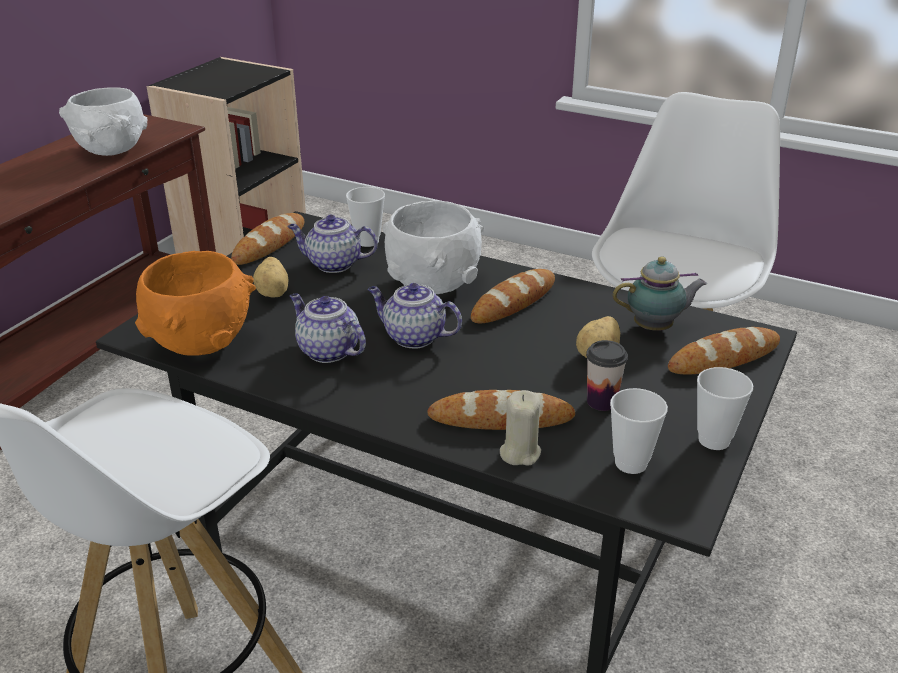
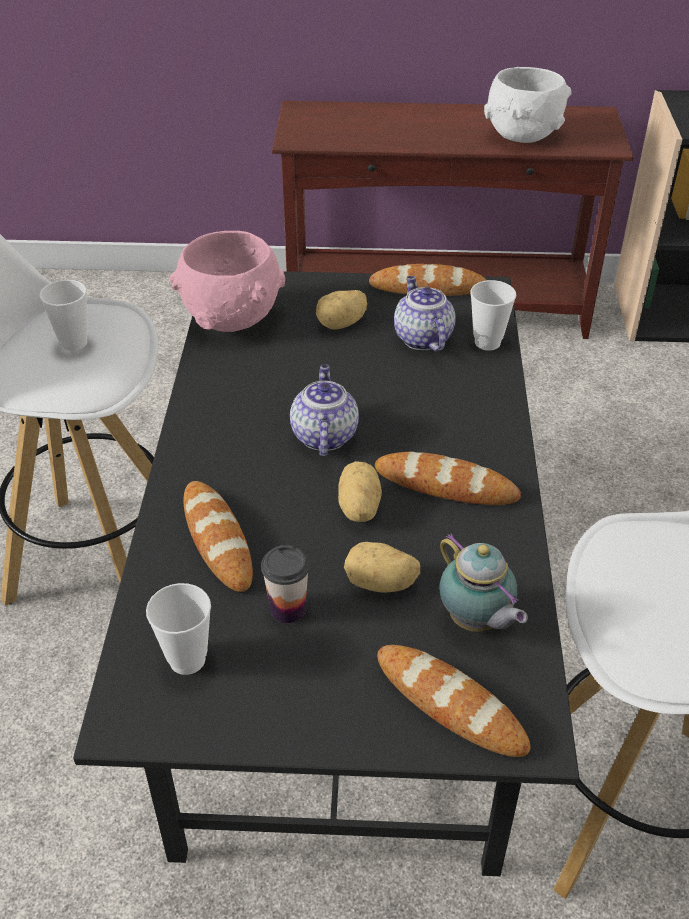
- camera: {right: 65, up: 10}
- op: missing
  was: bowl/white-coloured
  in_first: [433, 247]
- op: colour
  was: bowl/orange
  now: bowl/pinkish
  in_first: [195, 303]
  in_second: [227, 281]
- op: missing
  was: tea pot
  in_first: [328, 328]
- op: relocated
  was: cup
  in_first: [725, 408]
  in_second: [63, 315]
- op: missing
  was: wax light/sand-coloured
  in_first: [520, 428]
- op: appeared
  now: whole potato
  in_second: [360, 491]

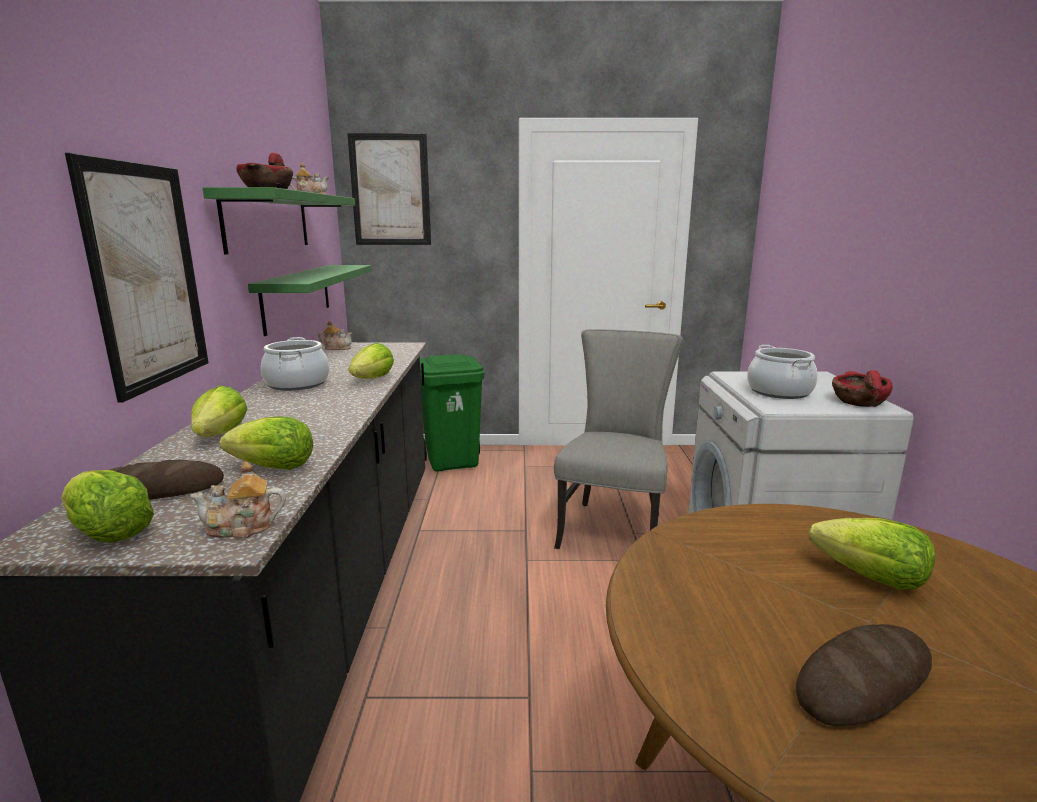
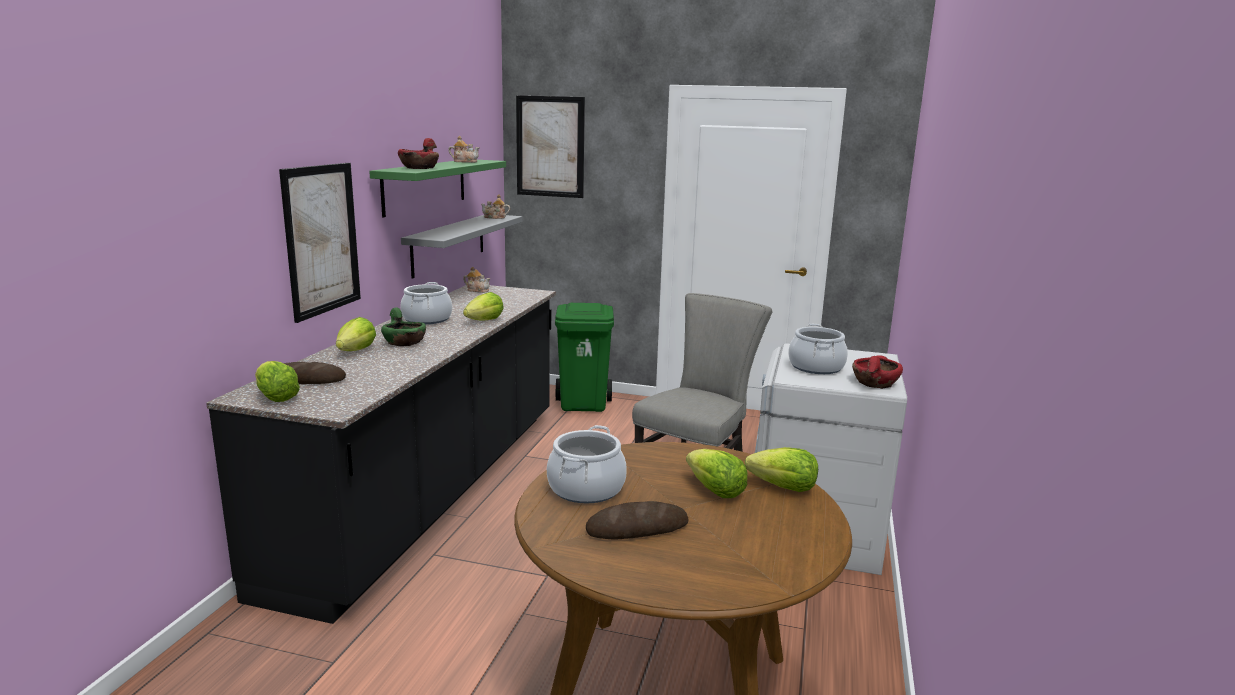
- camera: {right: 15, up: 0}
- op: colour
  was: wall shelf/greenish
  now: wall shelf/greyish
  in_first: [310, 300]
  in_second: [462, 246]
- op: relocated
  was: head of lettuce
  in_first: [266, 443]
  in_second: [781, 469]
- op: relocated
  was: tea pot
  in_first: [238, 500]
  in_second: [495, 206]
- op: appeared
  now: bowl/greenish
  in_second: [403, 327]
- op: appeared
  now: cooking pot
  in_second: [587, 464]

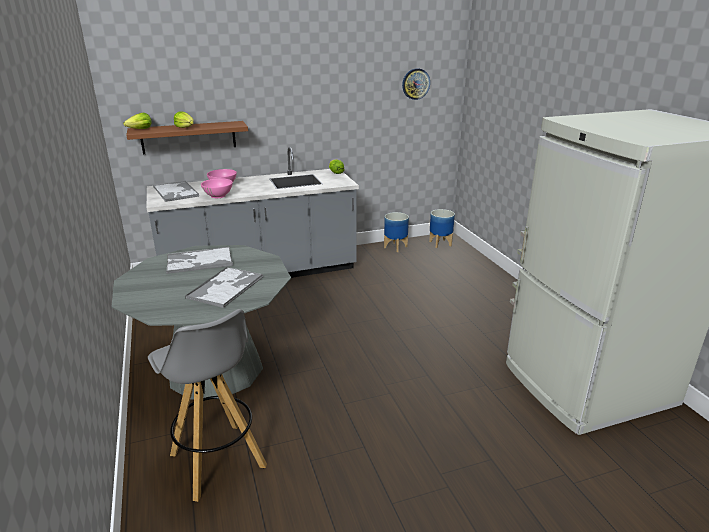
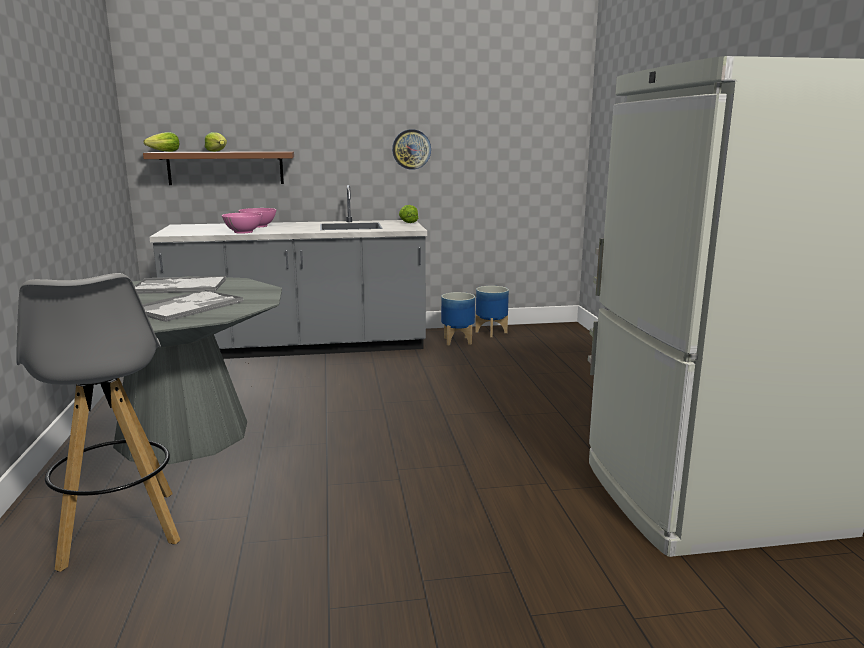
- camera: {right: 10, up: -10}
- op: relocated
  was: hanging clock
  in_first: [416, 84]
  in_second: [411, 149]
- op: missing
  was: carrying tray
  in_first: [176, 191]
- op: relocated
  was: flower pot
  in_first: [442, 228]
  in_second: [458, 318]

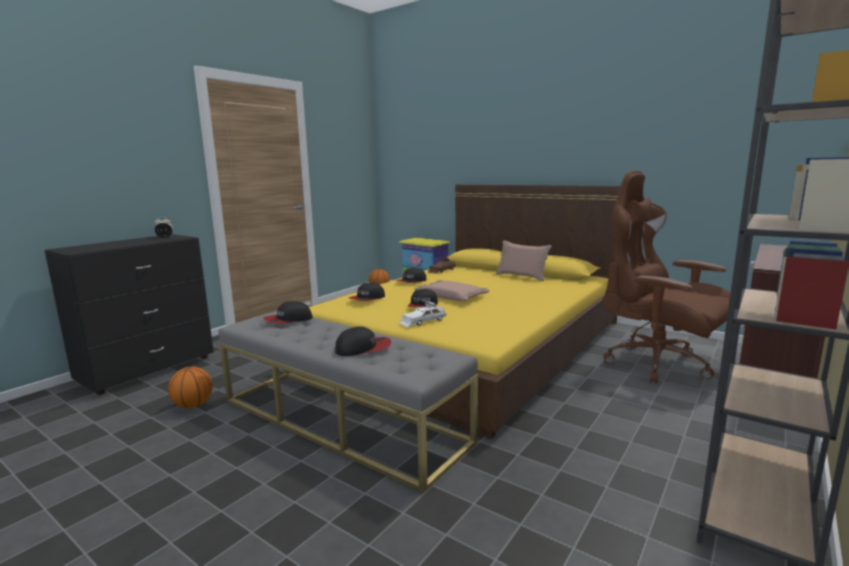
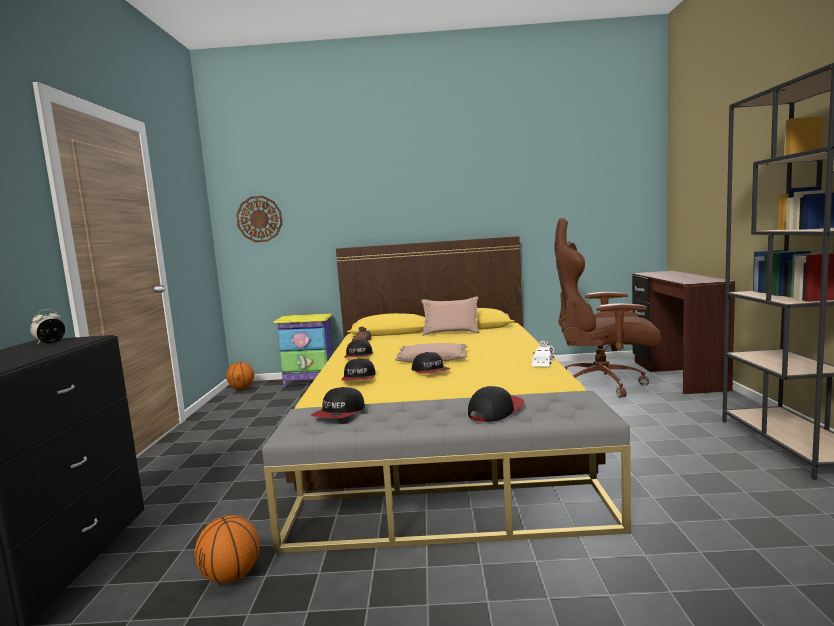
- camera: {right: -35, up: -5}
- op: relocated
  was: miniature car/white-coloured
  in_first: [423, 314]
  in_second: [544, 354]
- op: appeared
  now: hanging clock
  in_second: [259, 219]

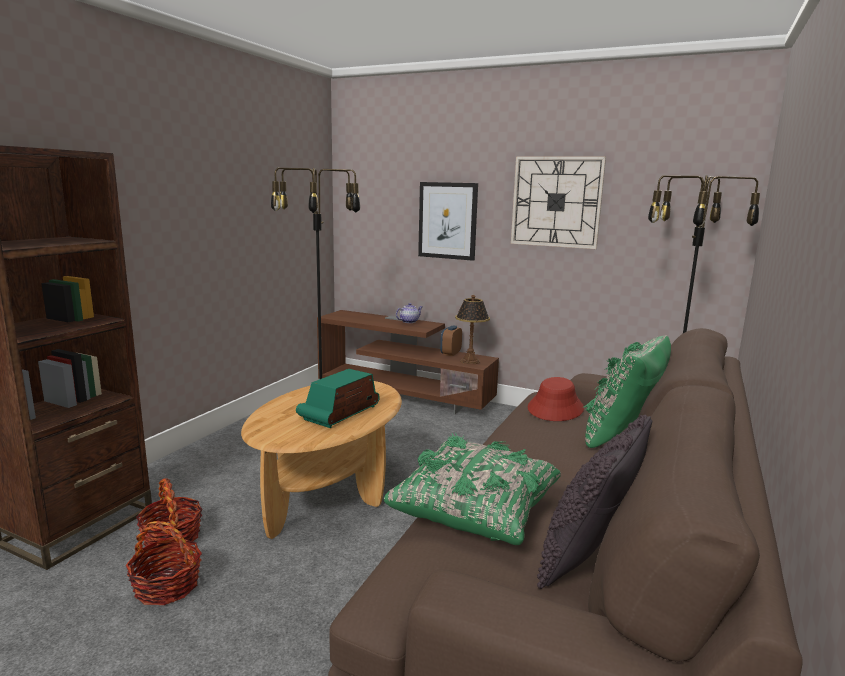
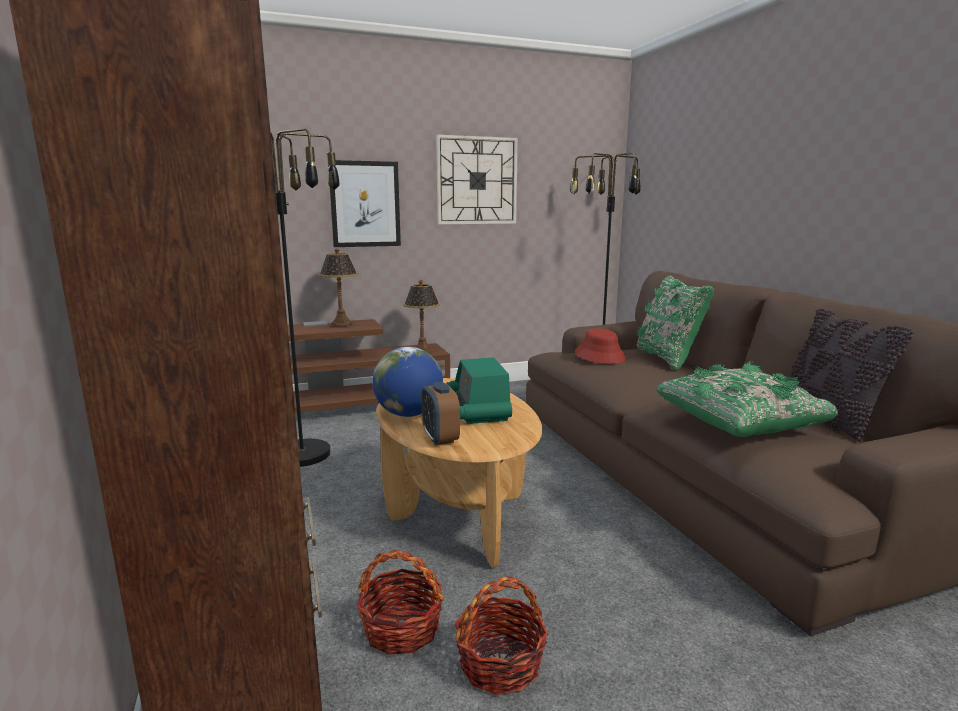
- camera: {right: -45, up: 0}
- op: exchanged
  was: tea pot
  now: tabletop lamp
  in_first: [409, 313]
  in_second: [338, 287]
- op: relocated
  was: bedside clock
  in_first: [451, 340]
  in_second: [441, 413]
- op: appeared
  now: world globe
  in_second: [407, 382]

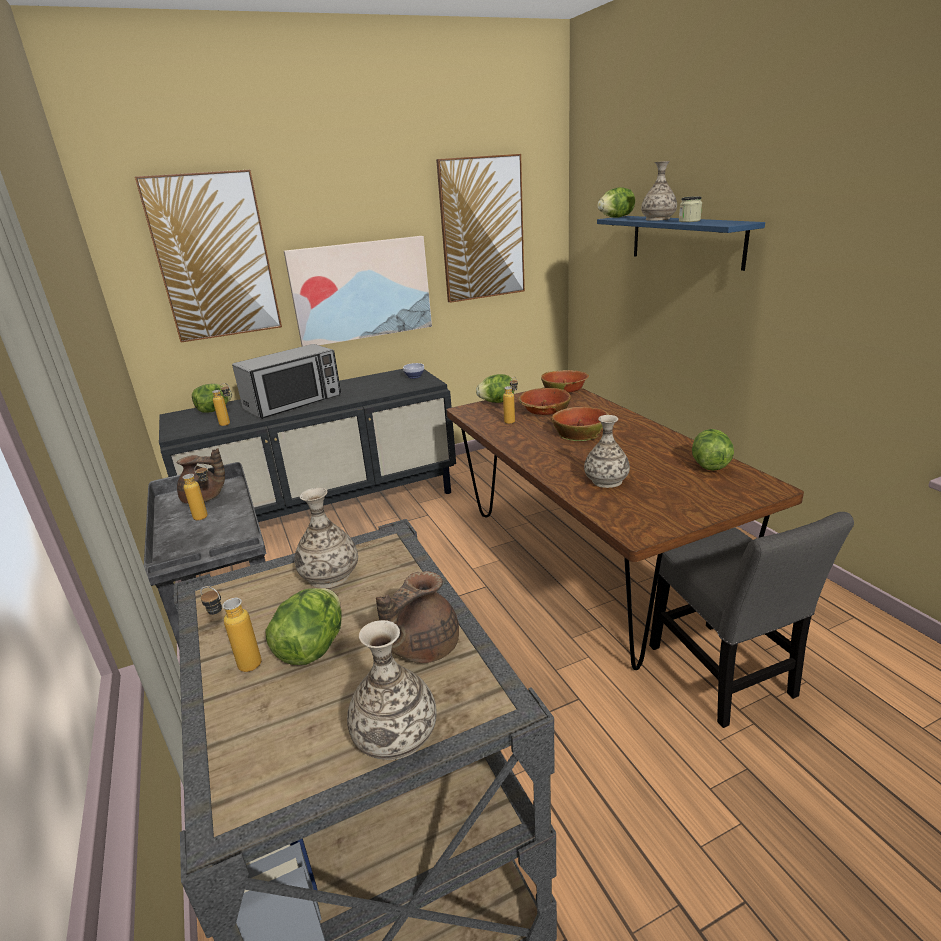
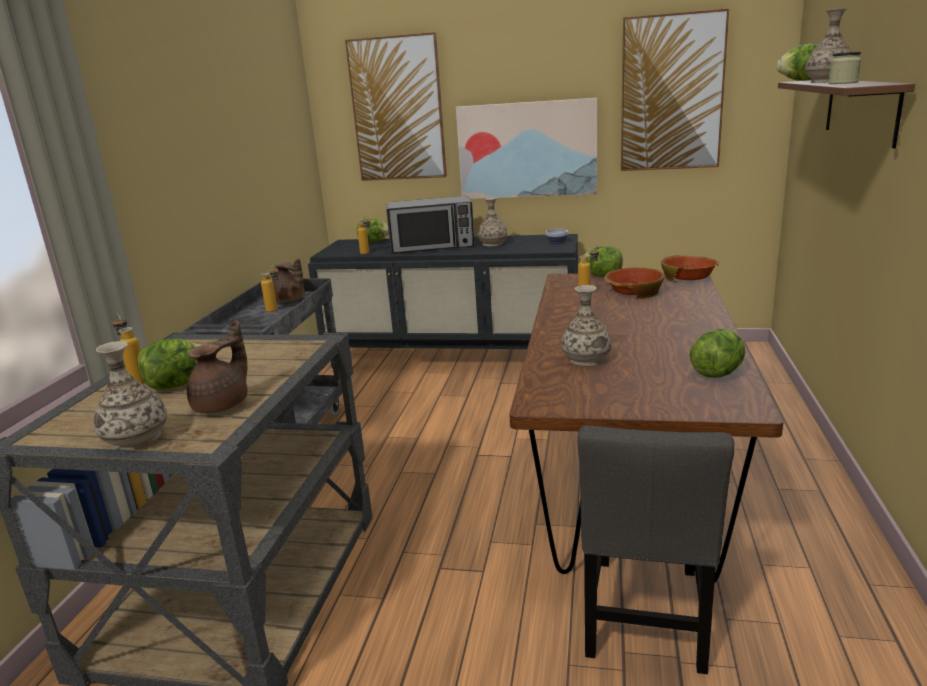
- camera: {right: 35, up: -5}
- op: colour
  was: wall shelf/blue
  now: wall shelf/brown
  in_first: [681, 243]
  in_second: [846, 114]
- op: missing
  was: bowl
  in_first: [580, 424]
- op: relocated
  was: vase
  in_first: [326, 538]
  in_second: [492, 222]
- op: spun
  was: tea pot/brown
  in_first: [417, 617]
  in_second: [217, 366]
  clockwise: 135

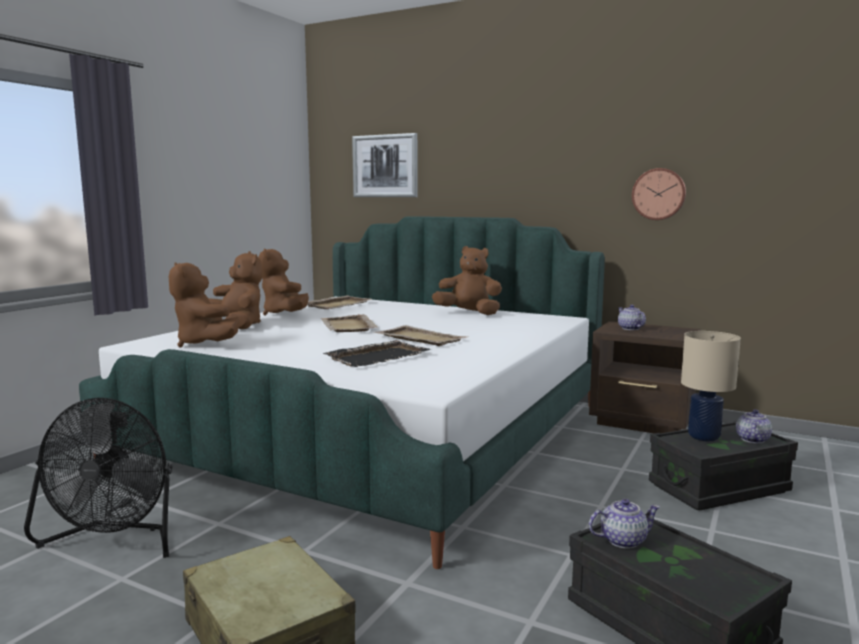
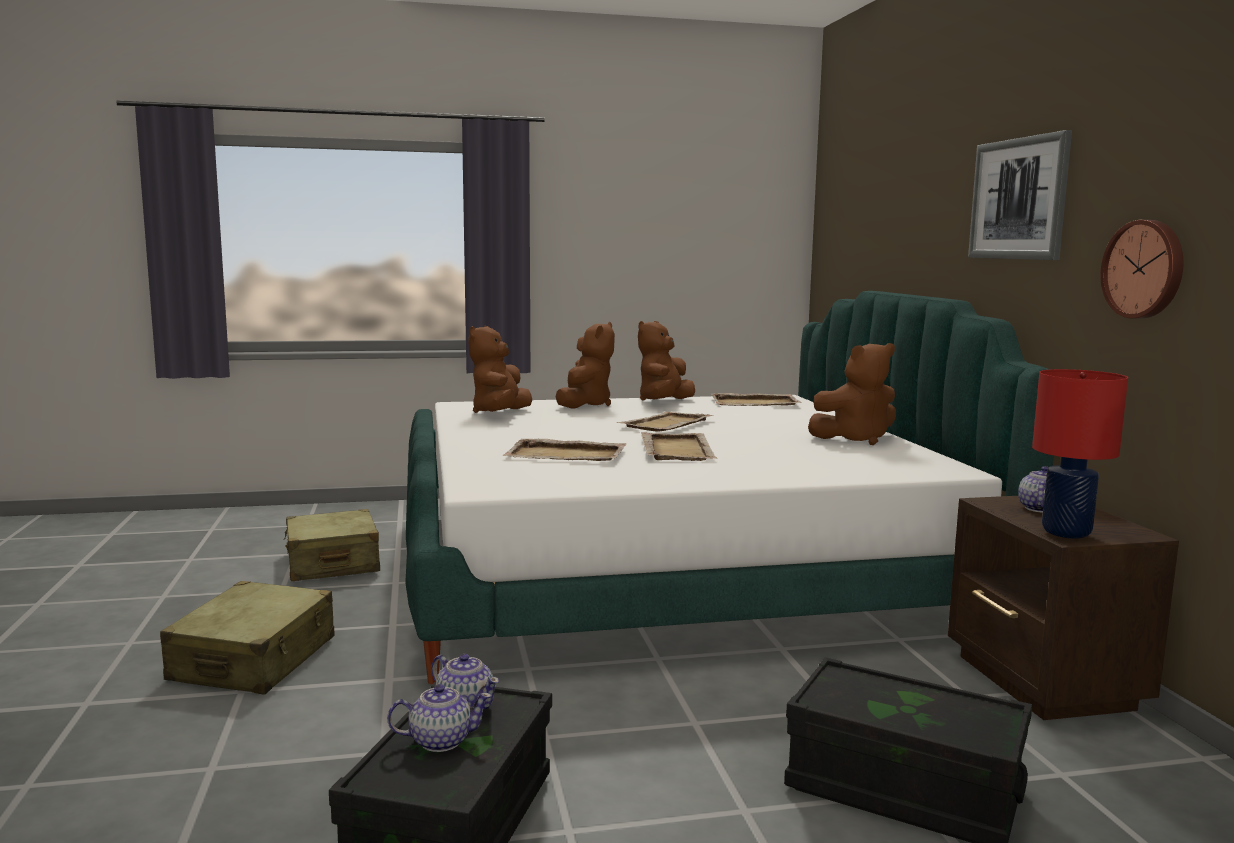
- camera: {right: 50, up: 0}
- op: relocated
  was: picture
  in_first: [385, 165]
  in_second: [1020, 195]
- op: spun
  was: plush toy/brown
  in_first: [467, 280]
  in_second: [852, 394]
  clockwise: 90
- op: missing
  was: tabletop lamp/sand-coloured
  in_first: [711, 386]
- op: colour
  was: carrying tray/black-coloured
  now: carrying tray/sand-coloured
  in_first: [377, 353]
  in_second: [564, 450]
- op: exchanged
  was: electric fan/black-coloured
  now: suitcase/sand-coloured
  in_first: [98, 478]
  in_second: [332, 545]
- op: relocated
  was: tea pot
  in_first: [754, 426]
  in_second: [439, 718]
- op: appeared
  now: tabletop lamp/reddish
  in_second: [1080, 454]

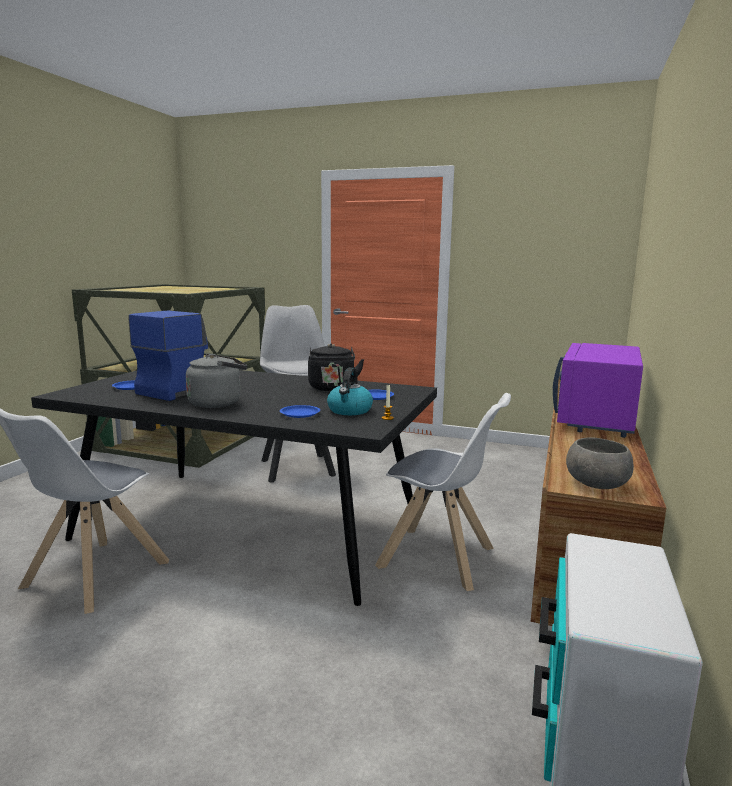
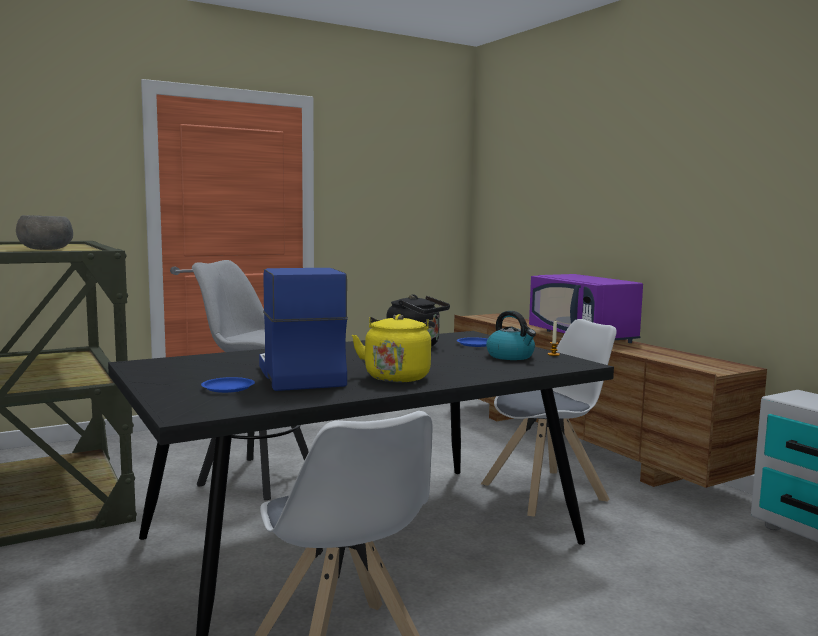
- camera: {right: -50, up: -5}
- op: colour
  was: tea kettle/greyish
  now: tea kettle/yellowish
  in_first: [216, 381]
  in_second: [393, 348]
- op: missing
  was: flat dish/blue
  in_first: [300, 411]
- op: relocated
  was: bowl/greyish
  in_first: [600, 463]
  in_second: [44, 232]

